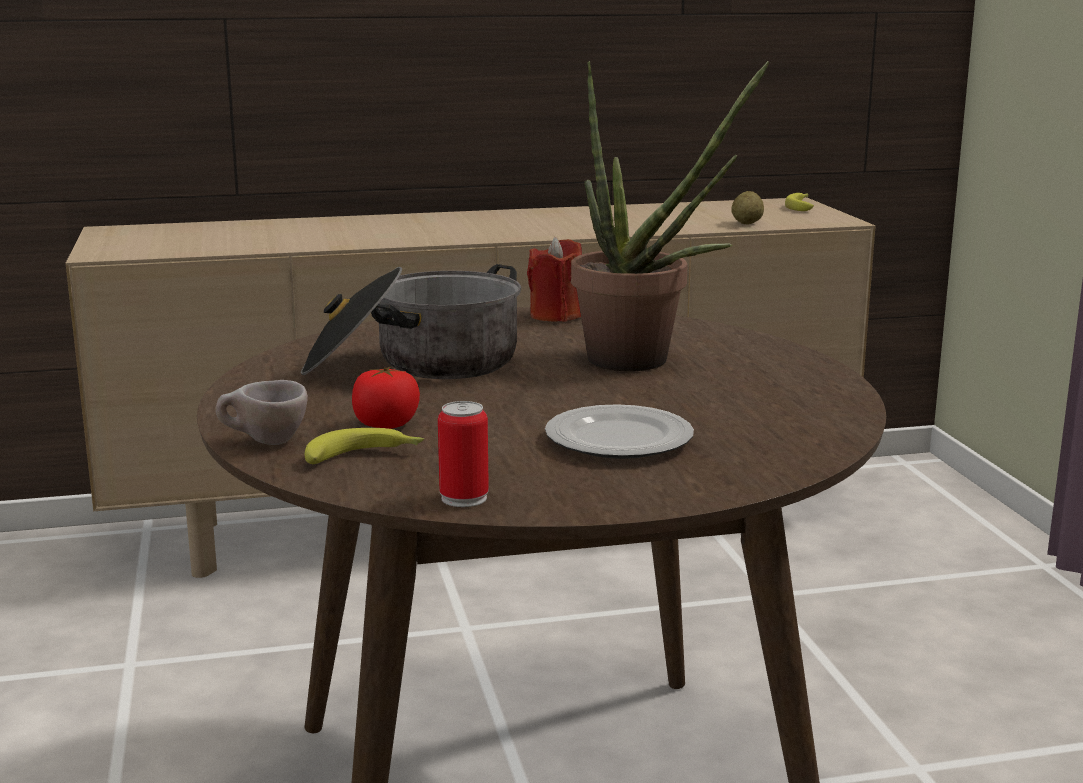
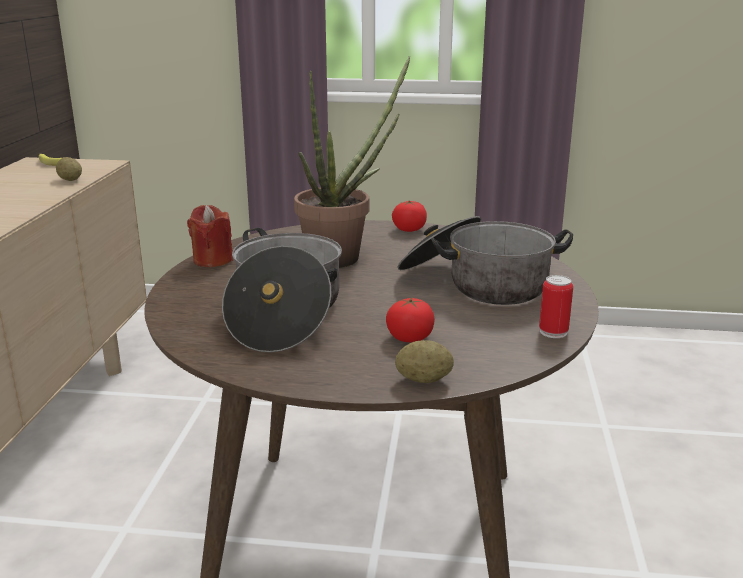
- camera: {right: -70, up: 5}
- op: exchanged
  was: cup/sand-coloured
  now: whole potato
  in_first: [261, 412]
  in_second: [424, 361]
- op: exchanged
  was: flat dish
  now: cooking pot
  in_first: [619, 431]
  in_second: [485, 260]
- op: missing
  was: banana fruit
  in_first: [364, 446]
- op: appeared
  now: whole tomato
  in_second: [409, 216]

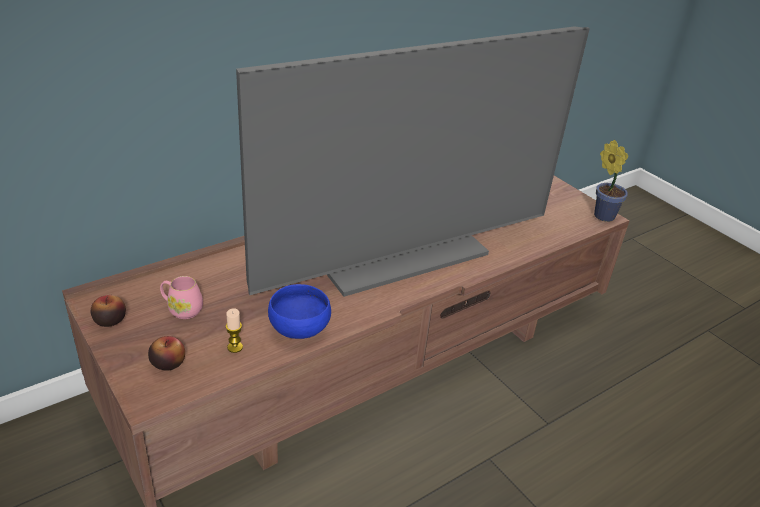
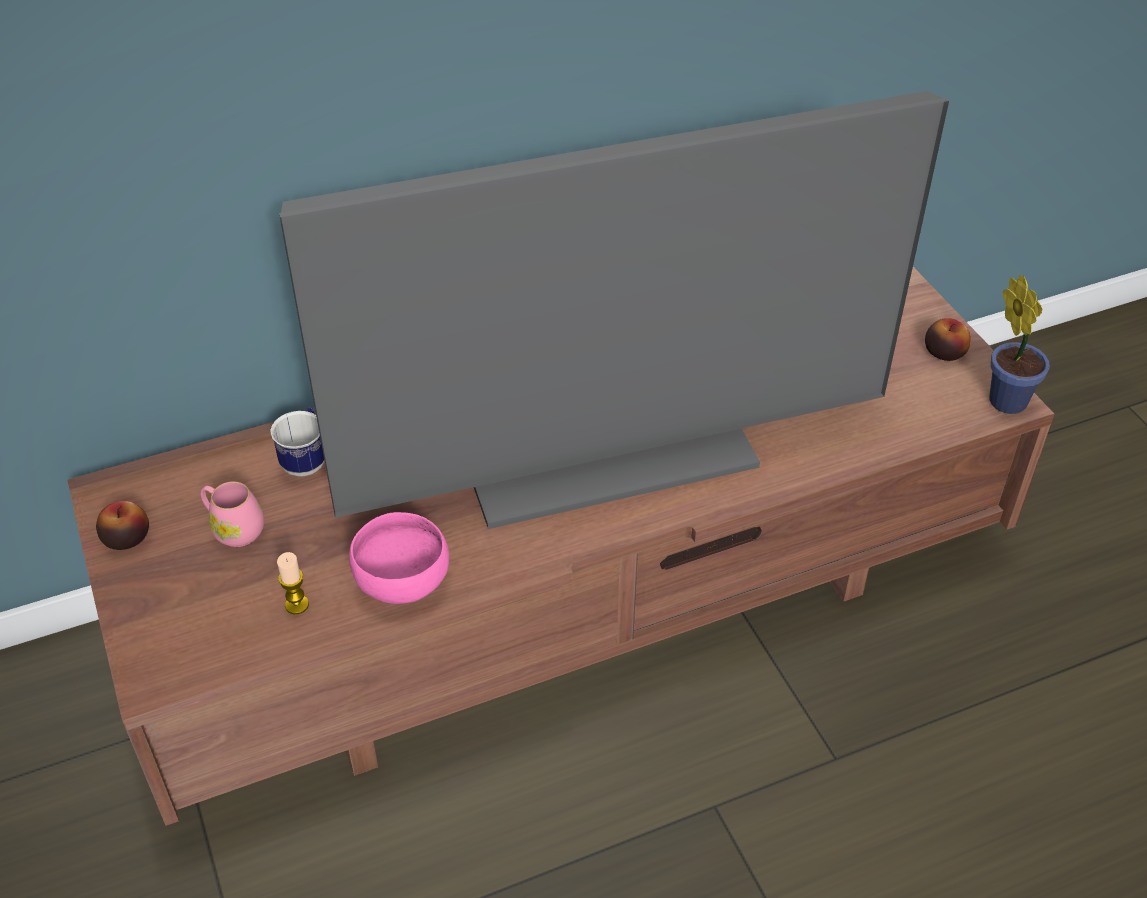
- camera: {right: 15, up: 10}
- op: colour
  was: bowl/blue
  now: bowl/pinkish
  in_first: [299, 311]
  in_second: [399, 558]
- op: relocated
  was: apple fruit
  in_first: [166, 353]
  in_second: [948, 339]
- op: appeared
  now: mug
  in_second: [297, 442]

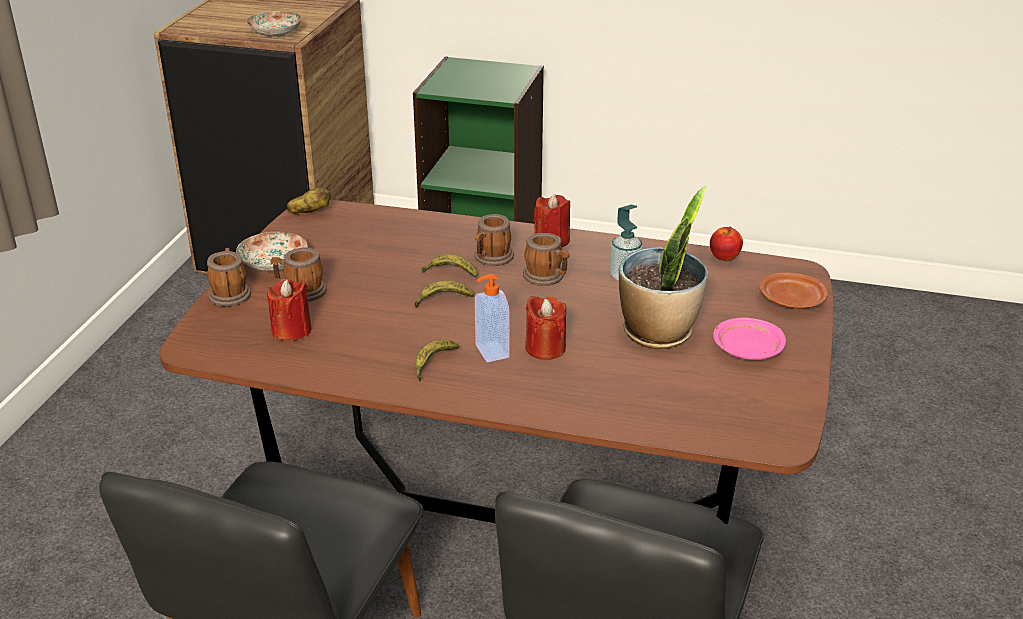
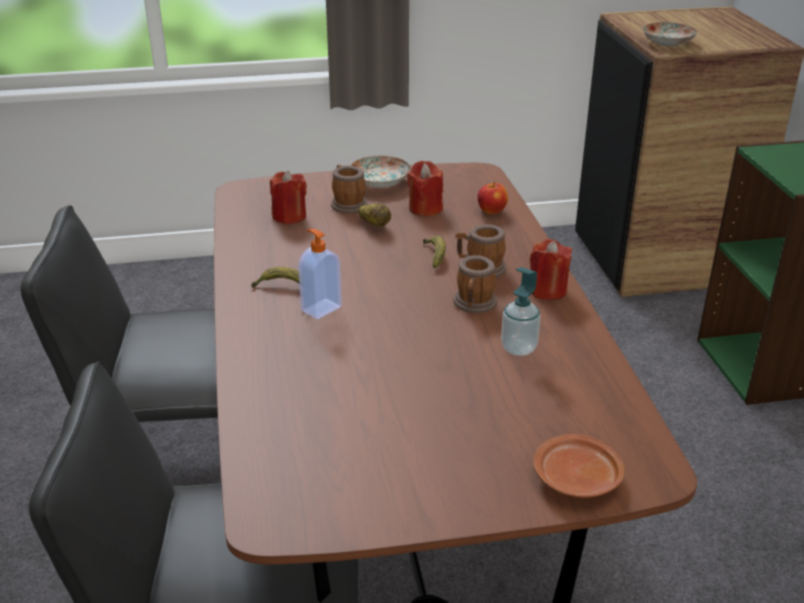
- camera: {right: 65, up: 0}
- op: missing
  was: plant in a pot
  in_first: [663, 267]
- op: relocated
  was: whole potato
  in_first: [309, 200]
  in_second: [374, 215]
- op: relocated
  was: apple fruit
  in_first: [726, 243]
  in_second: [492, 198]
- op: missing
  was: mug
  in_first: [229, 277]
- op: missing
  was: banana fruit
  in_first: [444, 294]
- op: relocated
  was: wax light/reddish
  in_first: [545, 328]
  in_second: [425, 188]
- op: missing
  was: flat dish/pinkish
  in_first: [749, 339]

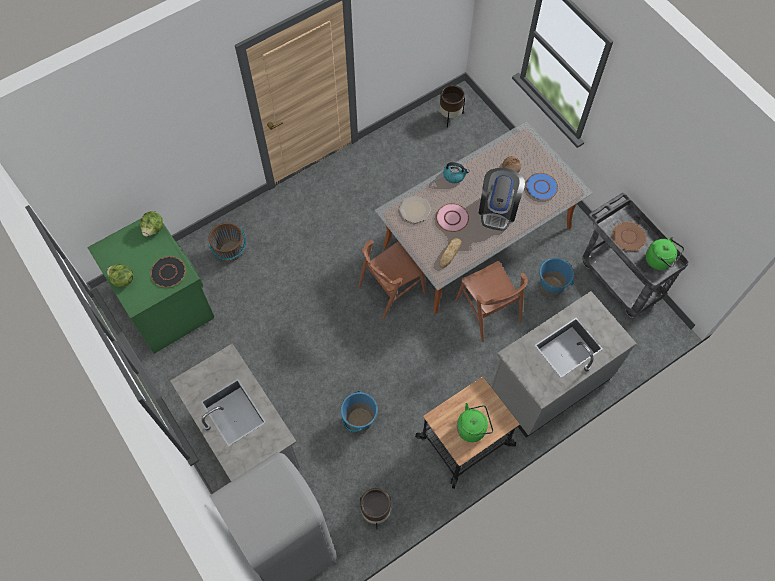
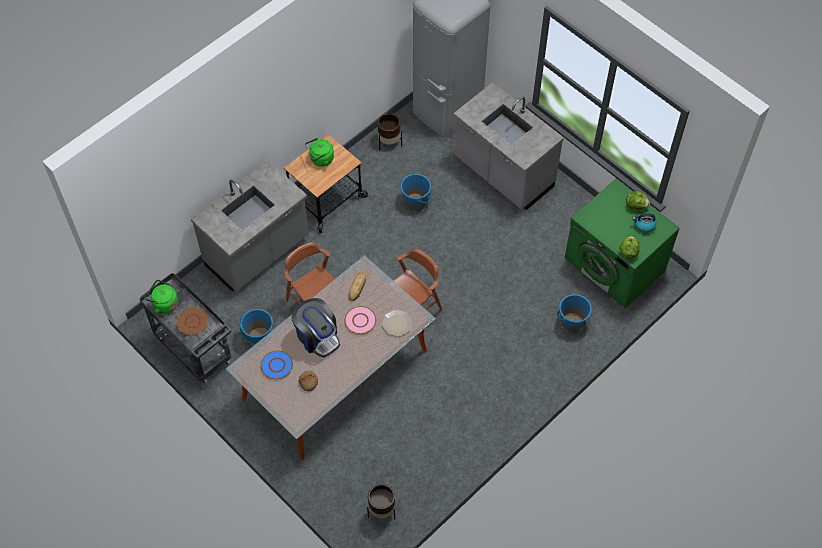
- camera: {right: 170, up: -5}
- op: relocated
  was: tea kettle
  in_first: [456, 172]
  in_second: [644, 223]
- op: spun
  was: coffee maker
  in_first: [501, 199]
  in_second: [316, 328]
  clockwise: 135
- op: colour
  was: water bucket/brown
  now: water bucket/blue
  in_first: [227, 242]
  in_second: [574, 313]
- op: missing
  was: flat dish/black-coloured
  in_first: [168, 271]

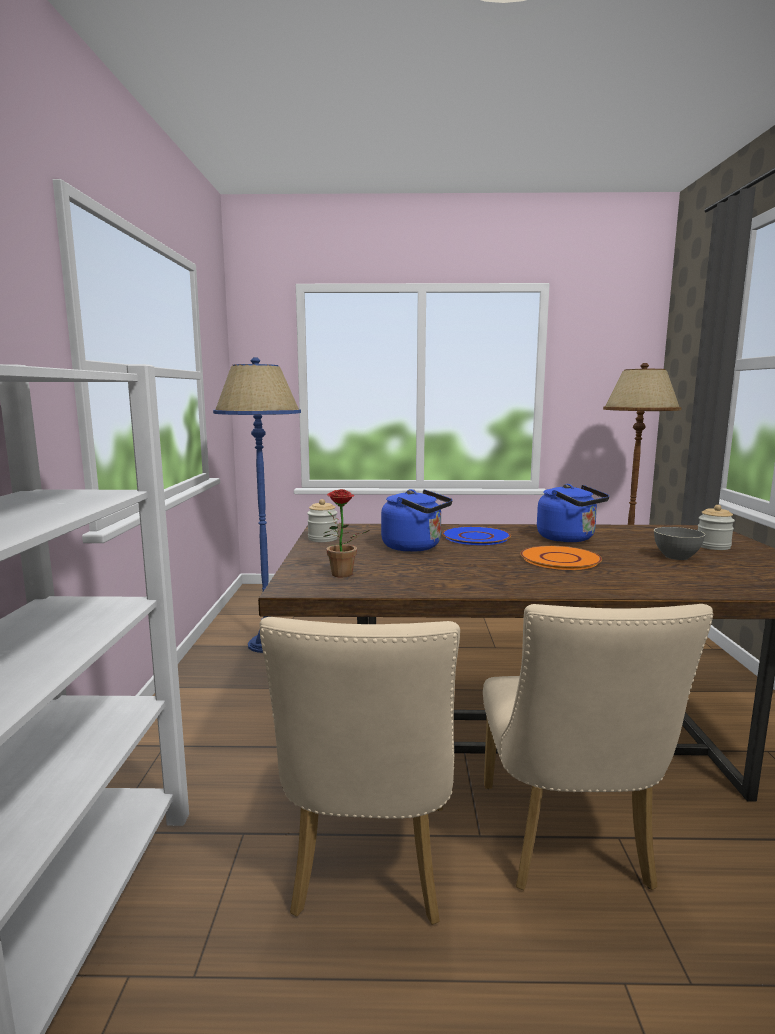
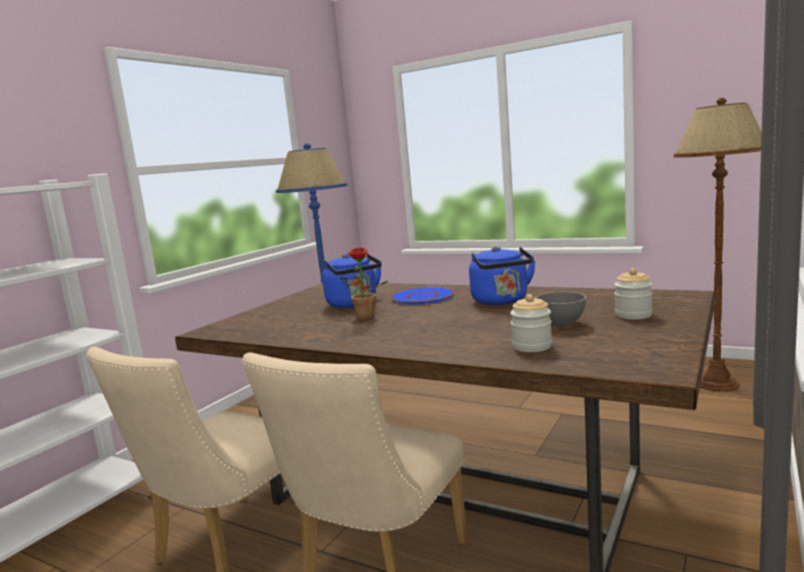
- camera: {right: 30, up: 0}
- op: relocated
  was: plant in a pot
  in_first: [346, 533]
  in_second: [364, 283]
- op: relocated
  was: preserve jar
  in_first: [322, 520]
  in_second: [531, 323]
- op: missing
  was: flat dish/orange
  in_first: [561, 558]

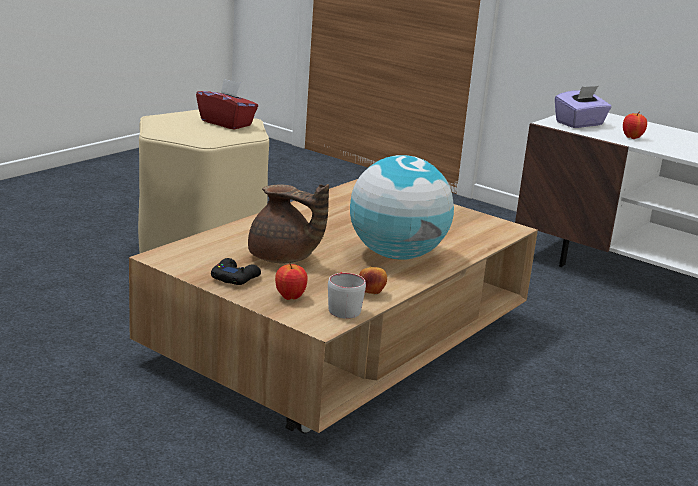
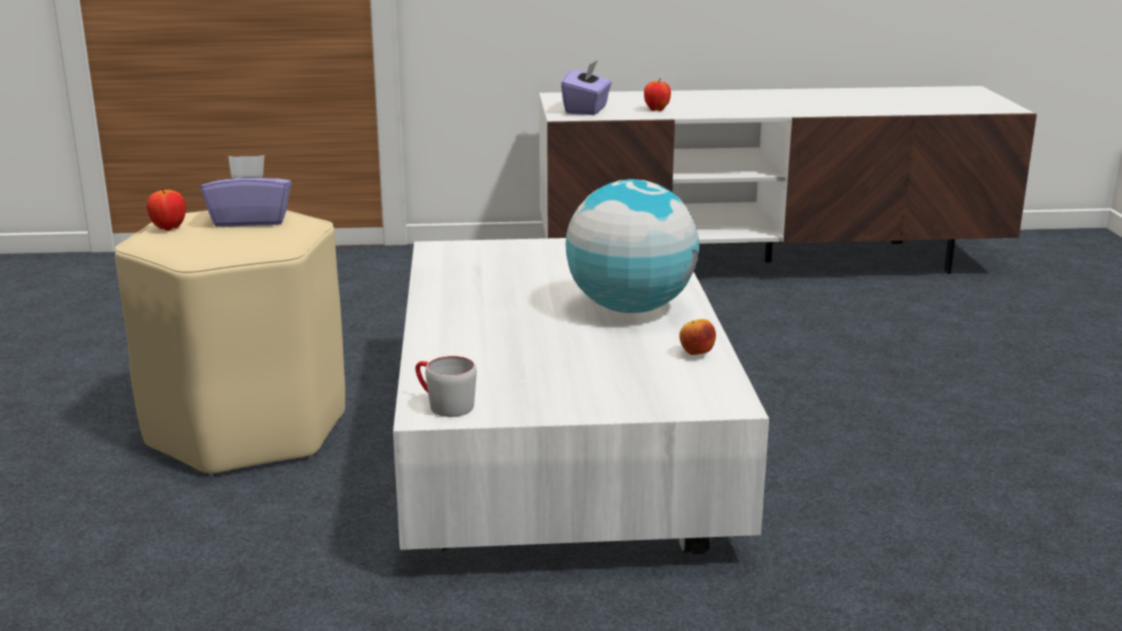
- camera: {right: -40, up: 0}
- op: colour
  was: tissue holder/reddish
  now: tissue holder/purple-coloured
  in_first: [227, 104]
  in_second: [246, 191]
- op: colour
  was: lounge table/brown
  now: lounge table/white-coloured
  in_first: [333, 306]
  in_second: [581, 396]
- op: missing
  was: tea pot/brown
  in_first: [288, 223]
- op: missing
  was: joypad/black-coloured
  in_first: [236, 271]
- op: relocated
  was: apple fruit
  in_first: [291, 281]
  in_second: [166, 209]
- op: relocated
  was: mug/greyish
  in_first: [347, 295]
  in_second: [446, 386]

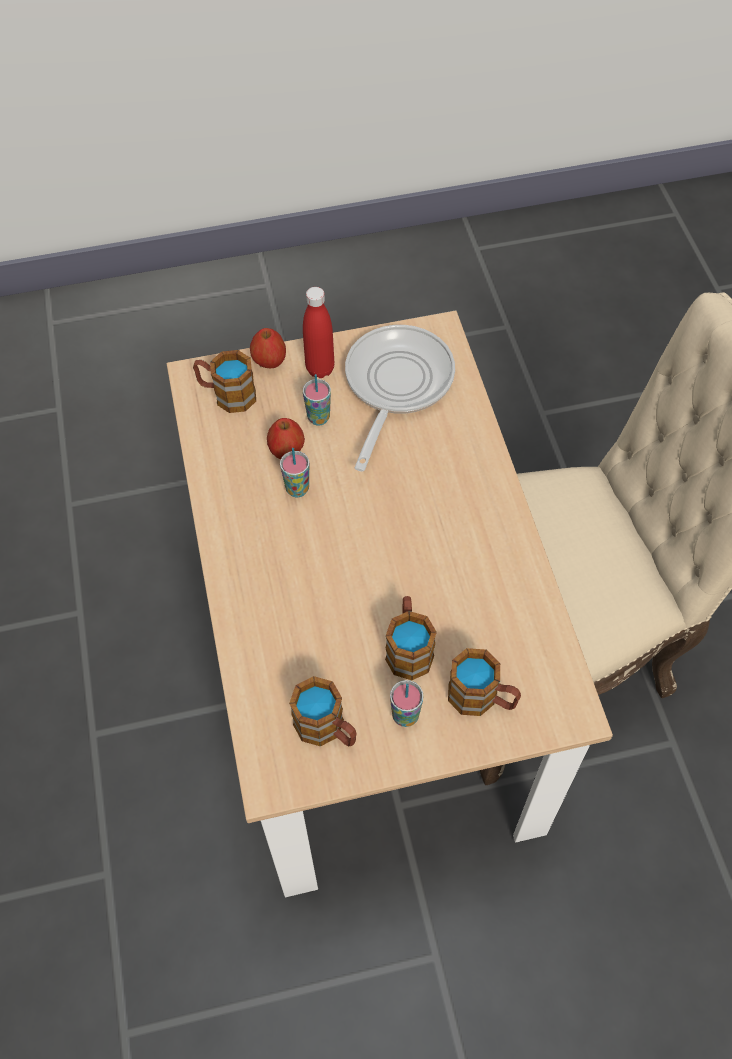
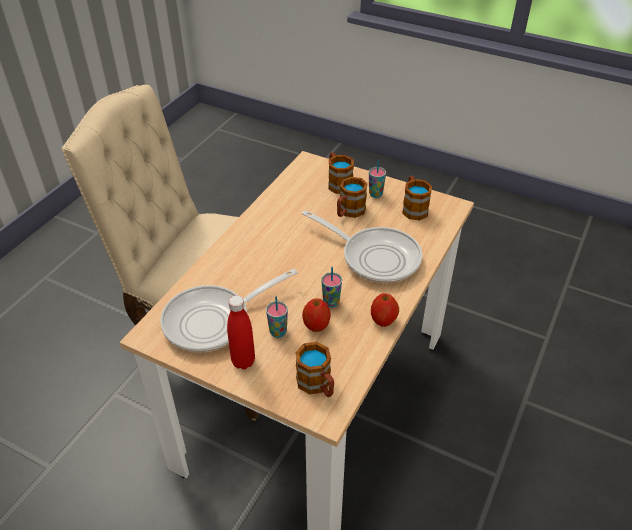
- camera: {right: -140, up: -15}
- op: relocated
  was: apple fruit
  in_first: [268, 348]
  in_second: [385, 310]
- op: appeared
  now: skillet
  in_second: [362, 246]

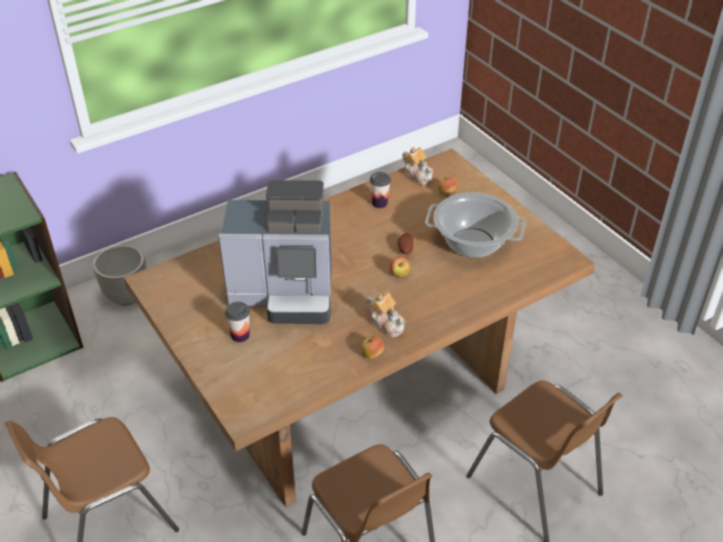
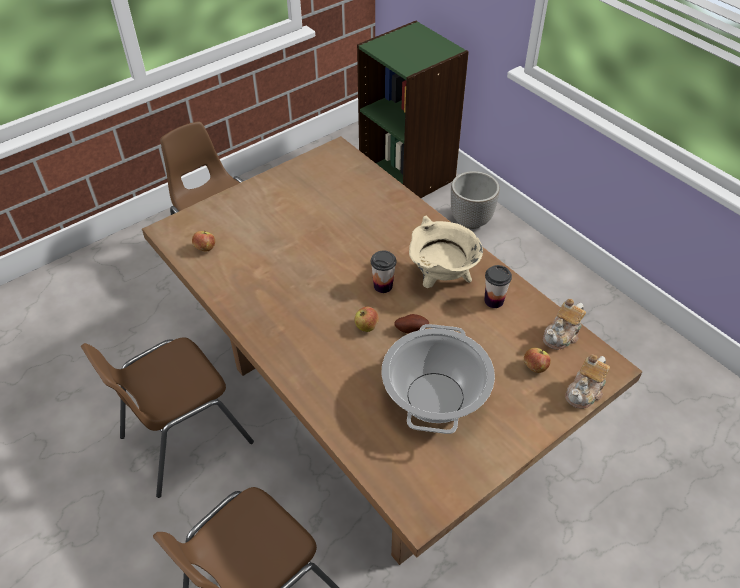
- camera: {right: 85, up: 5}
- op: missing
  was: coffee maker
  in_first: [274, 252]
- op: relocated
  was: tea pot
  in_first: [386, 315]
  in_second: [587, 382]
- op: relocated
  was: cup
  in_first: [237, 322]
  in_second: [383, 271]
- op: relocated
  was: apple fruit
  in_first: [372, 347]
  in_second: [203, 241]
- op: appeared
  now: cooking pot/sand-coloured
  in_second: [446, 252]

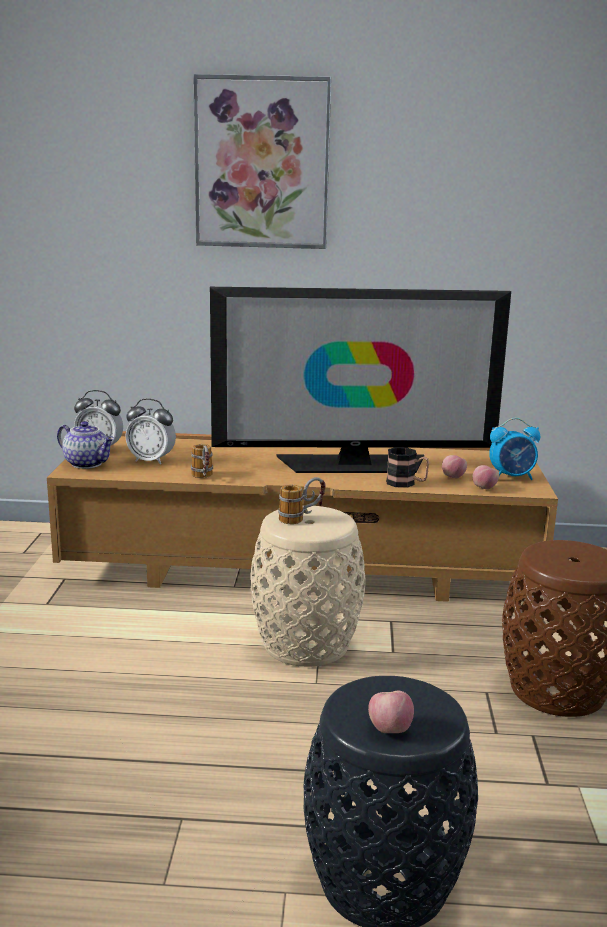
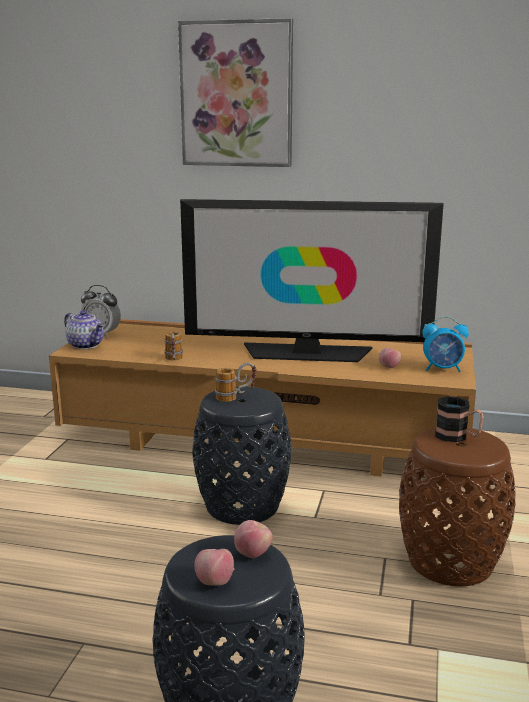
- camera: {right: 10, up: 0}
- op: missing
  was: bedside clock
  in_first: [150, 432]
- op: relocated
  was: mug
  in_first: [407, 467]
  in_second: [459, 419]
- op: relocated
  was: apple fruit
  in_first: [486, 477]
  in_second: [253, 539]
- op: colour
  was: stool/sand-coloured
  now: stool/black-coloured
  in_first: [307, 586]
  in_second: [241, 456]

